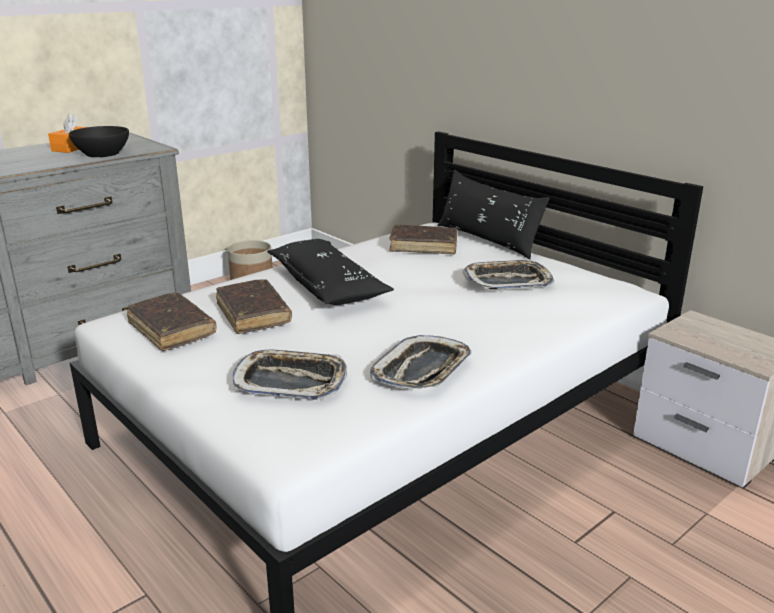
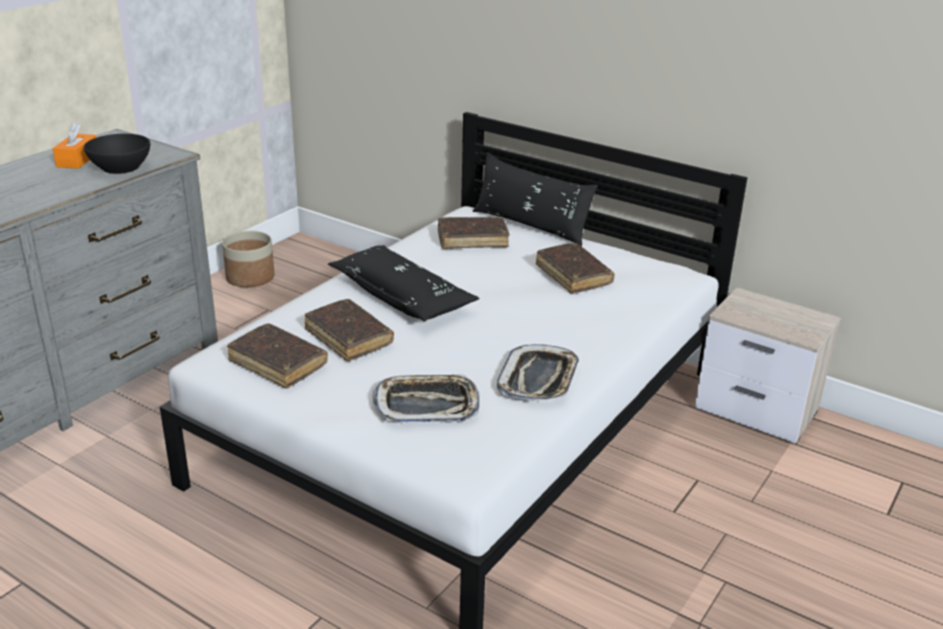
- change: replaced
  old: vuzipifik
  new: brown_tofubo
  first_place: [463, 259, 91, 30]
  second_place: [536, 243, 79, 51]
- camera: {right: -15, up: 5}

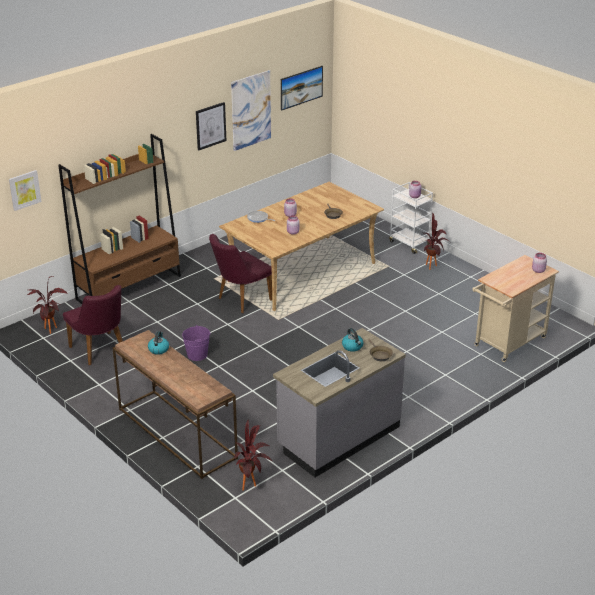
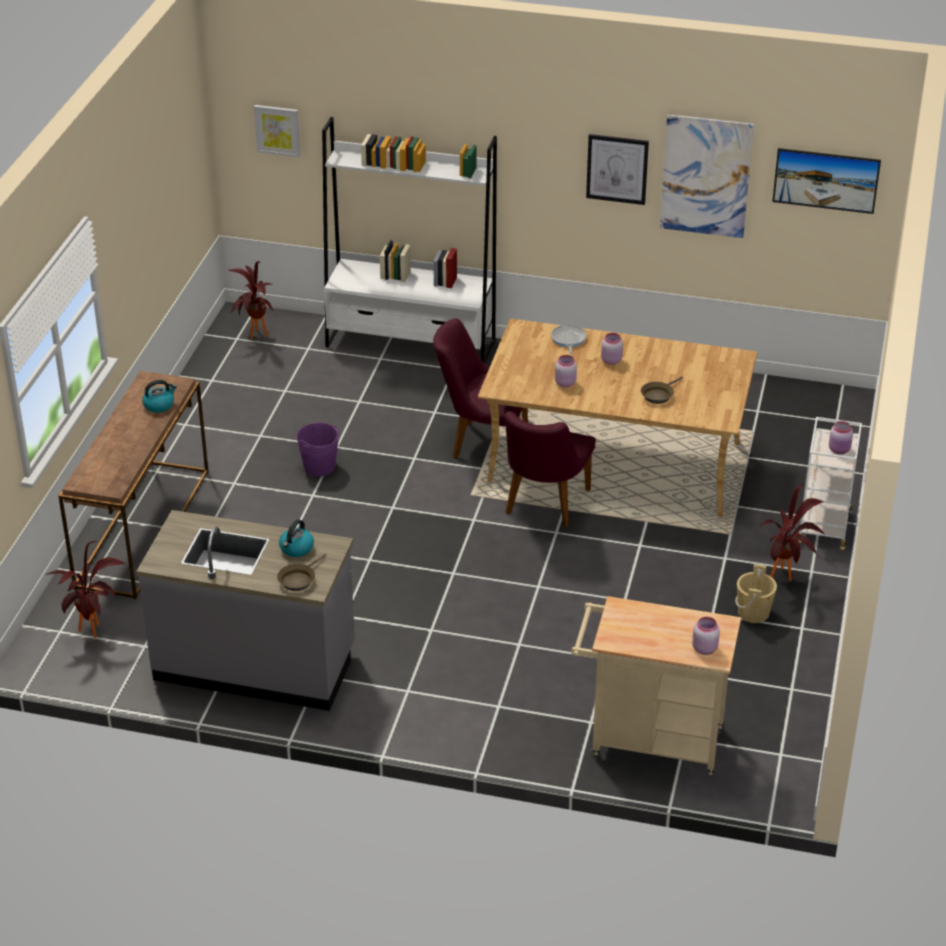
- change: recoloured
  old: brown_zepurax
  new: white_zepurax
  first_place: [58, 134, 123, 170]
  second_place: [322, 117, 175, 247]
- change: moved
  old: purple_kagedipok
  first_place: [63, 285, 60, 80]
  second_place: [505, 412, 91, 115]
- change: added
  new: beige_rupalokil
  second_place: [735, 564, 42, 59]
- camera: {right: 55, up: 5}

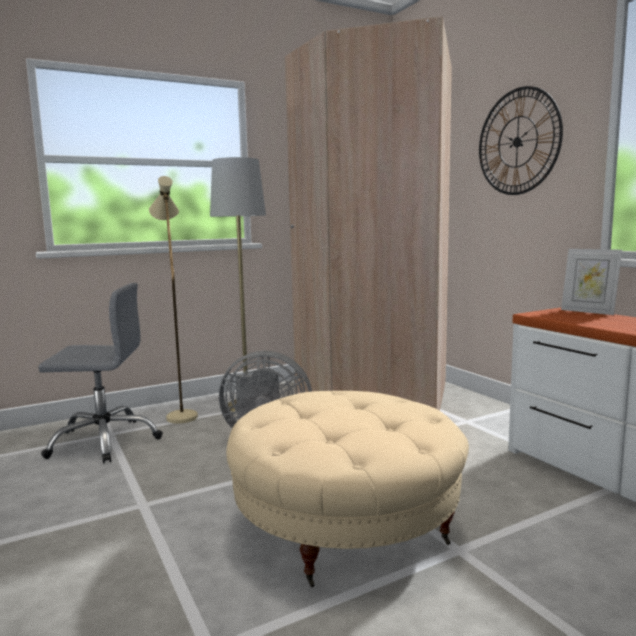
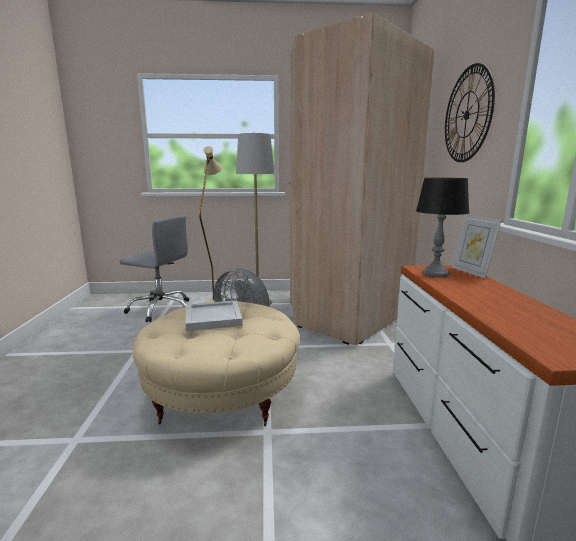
- change: added
  new: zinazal
  second_place: [416, 178, 53, 99]
- change: added
  new: white_vuzipifik
  second_place: [185, 301, 58, 30]
- camera: {right: 25, up: 5}

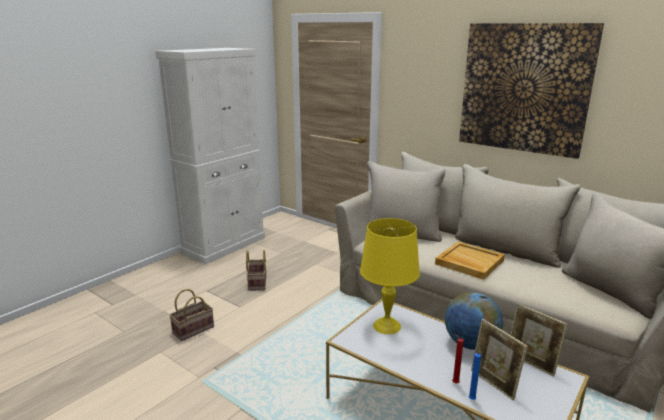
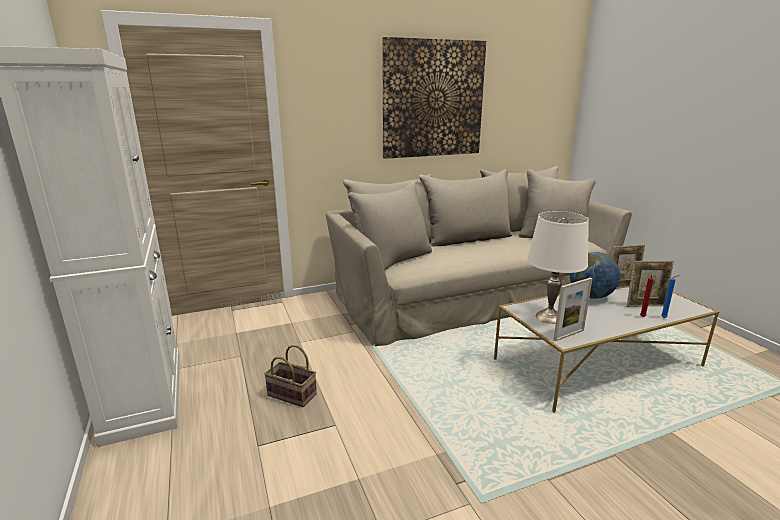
- change: recoloured
  old: yellow_zinazal
  new: white_zinazal
  first_place: [360, 218, 60, 116]
  second_place: [527, 211, 62, 113]
- change: removed
  old: beige_vuzipifik
  first_place: [435, 242, 70, 38]
- change: removed
  old: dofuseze
  first_place: [169, 289, 45, 52]
- change: added
  new: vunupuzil
  second_place: [553, 278, 40, 63]
- camera: {right: -60, up: 0}

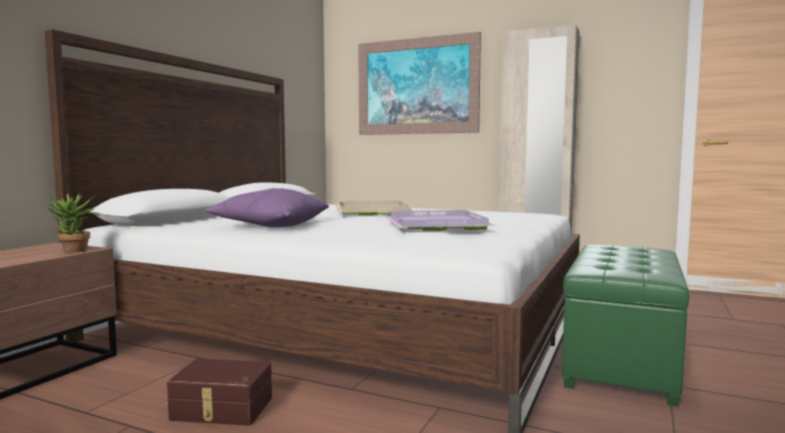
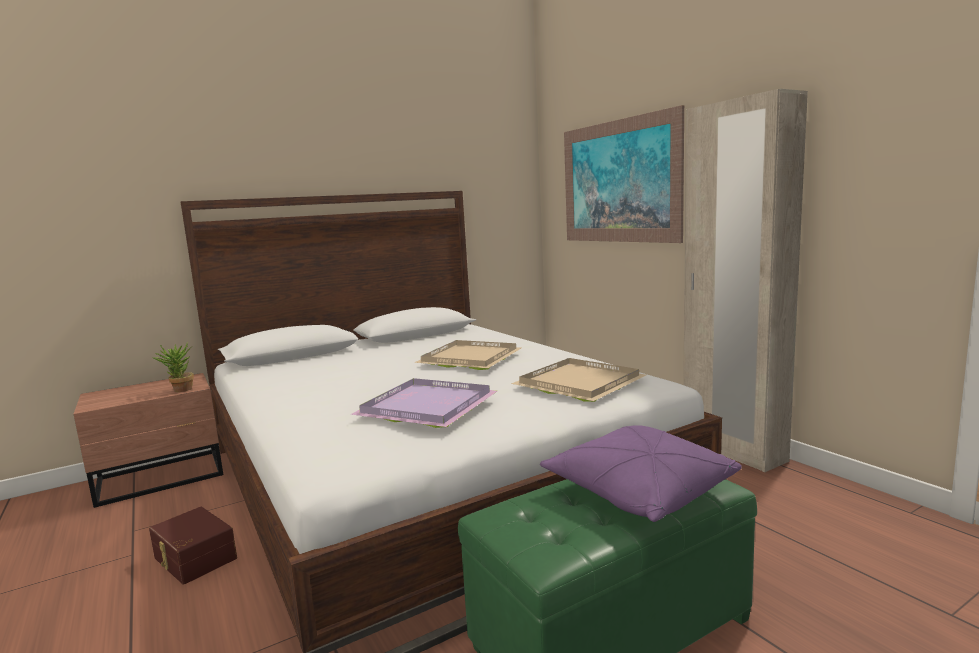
- change: moved
  old: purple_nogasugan
  first_place: [205, 188, 124, 39]
  second_place: [540, 425, 202, 97]
- change: added
  new: beige_vuzipifik
  second_place: [511, 358, 135, 44]
- camera: {right: 35, up: 5}

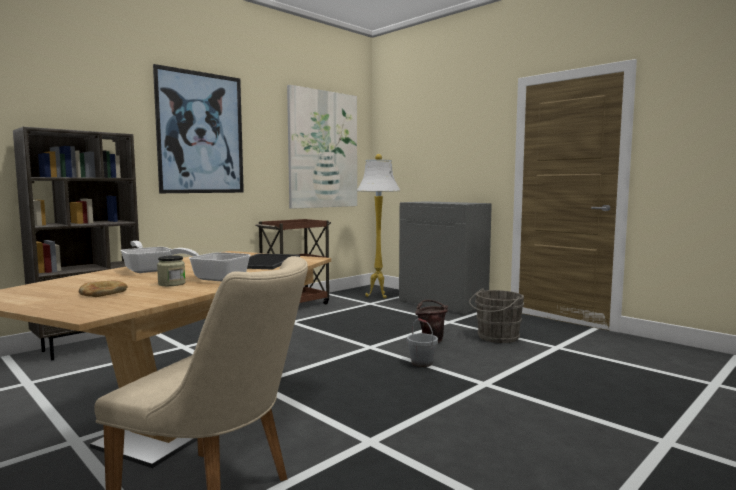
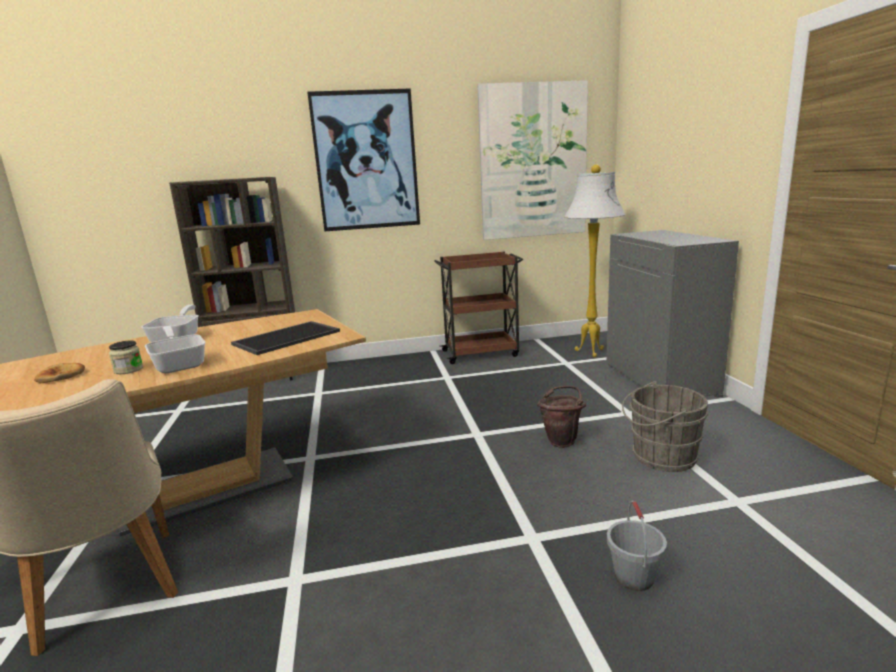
- change: moved
  old: grey_rupalokil
  first_place: [407, 318, 31, 49]
  second_place: [607, 500, 60, 91]
- camera: {right: 35, up: 10}

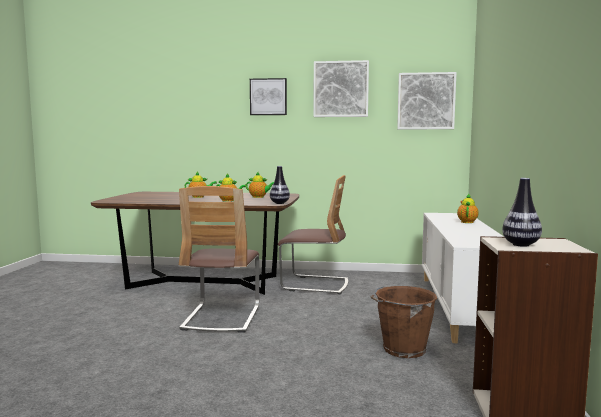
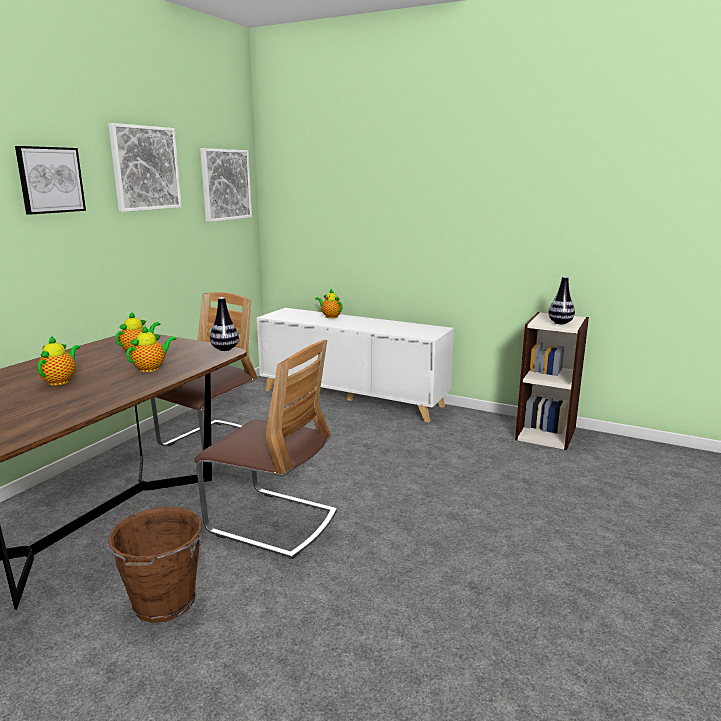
- change: moved
  old: brown_rupalokil
  first_place: [371, 286, 66, 72]
  second_place: [102, 507, 100, 116]
- camera: {right: -70, up: 10}

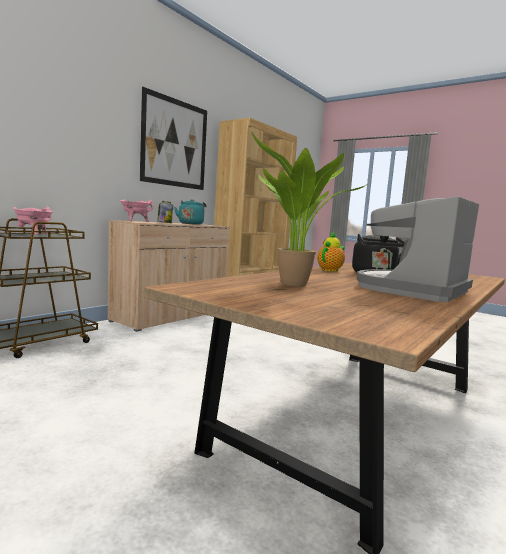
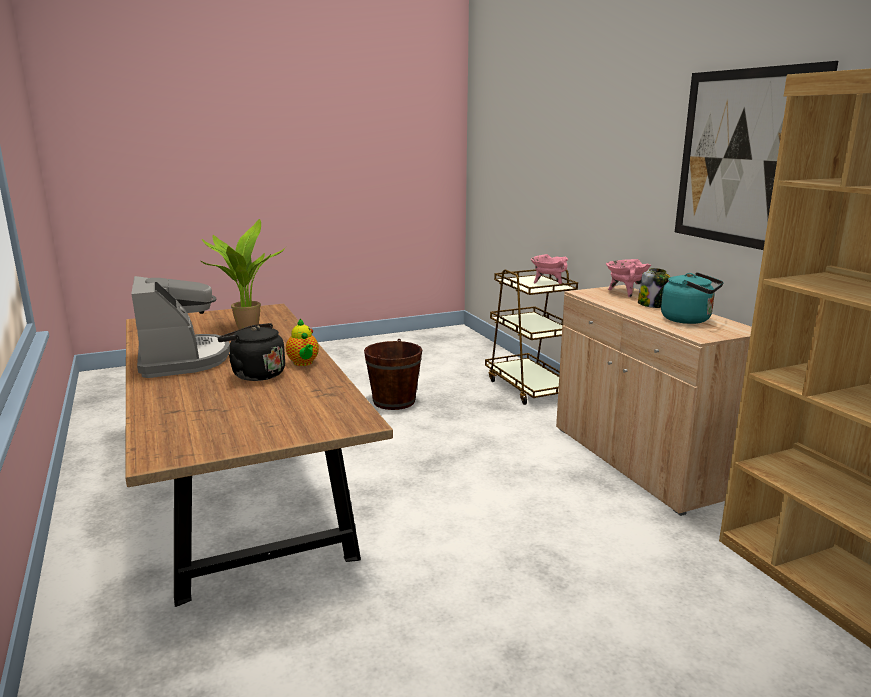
- change: added
  new: brown_rupalokil
  second_place: [364, 339, 58, 71]
- camera: {right: 120, up: 10}

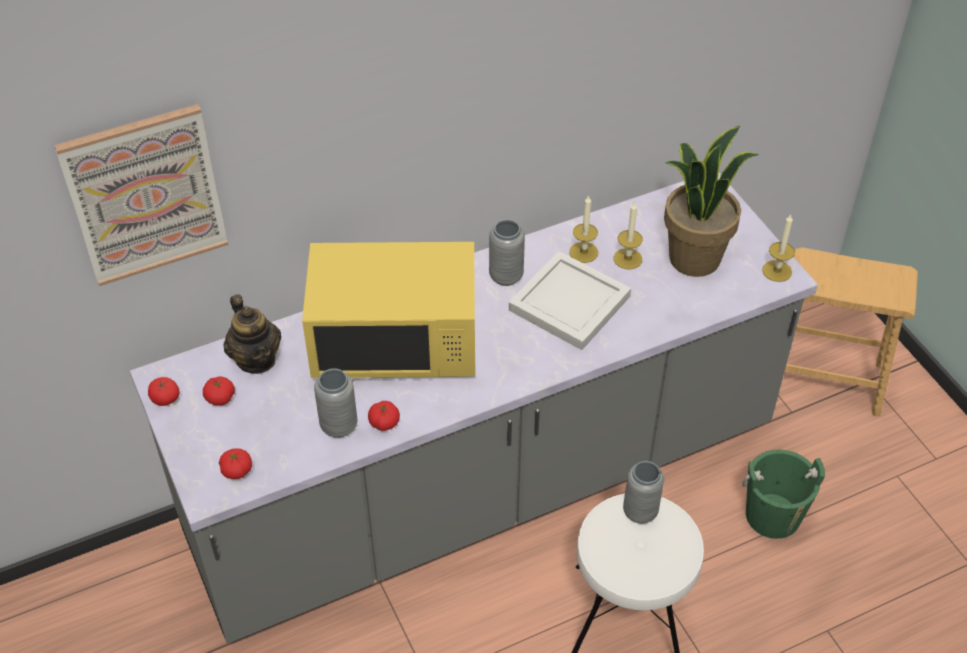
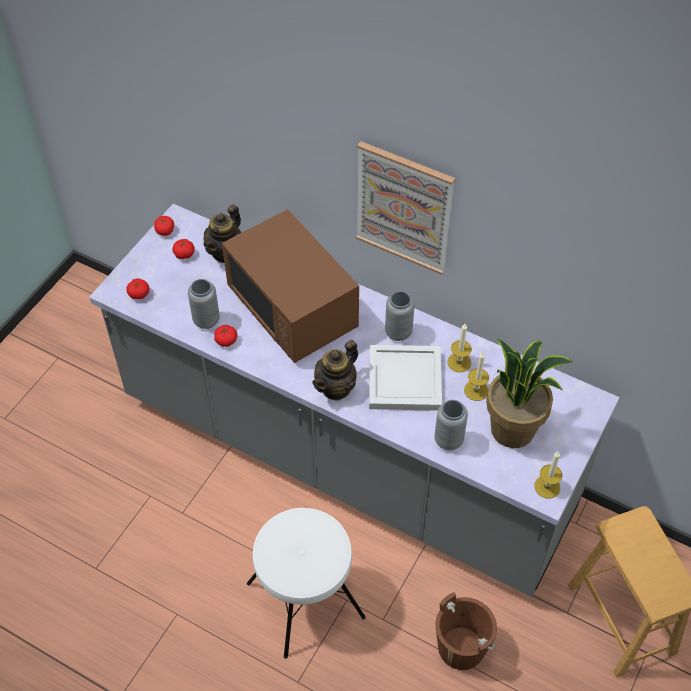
- change: moved
  old: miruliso
  first_place: [54, 104, 174, 182]
  second_place: [356, 141, 99, 134]
- change: recoloured
  old: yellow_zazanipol
  new: brown_zazanipol
  first_place: [302, 242, 173, 136]
  second_place: [222, 209, 137, 154]
- change: recoloured
  old: green_rupalokil
  new: brown_rupalokil
  first_place: [742, 450, 83, 89]
  second_place: [435, 592, 62, 78]
- change: moved
  old: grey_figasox
  first_place: [623, 461, 41, 63]
  second_place: [434, 400, 34, 50]
- change: added
  new: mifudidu
  second_place: [312, 340, 46, 61]
- camera: {right: 55, up: 5}

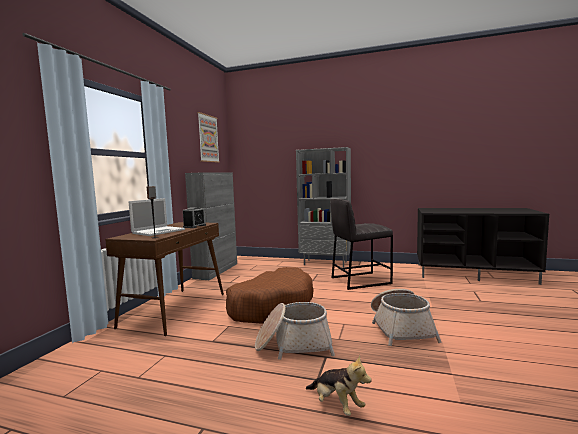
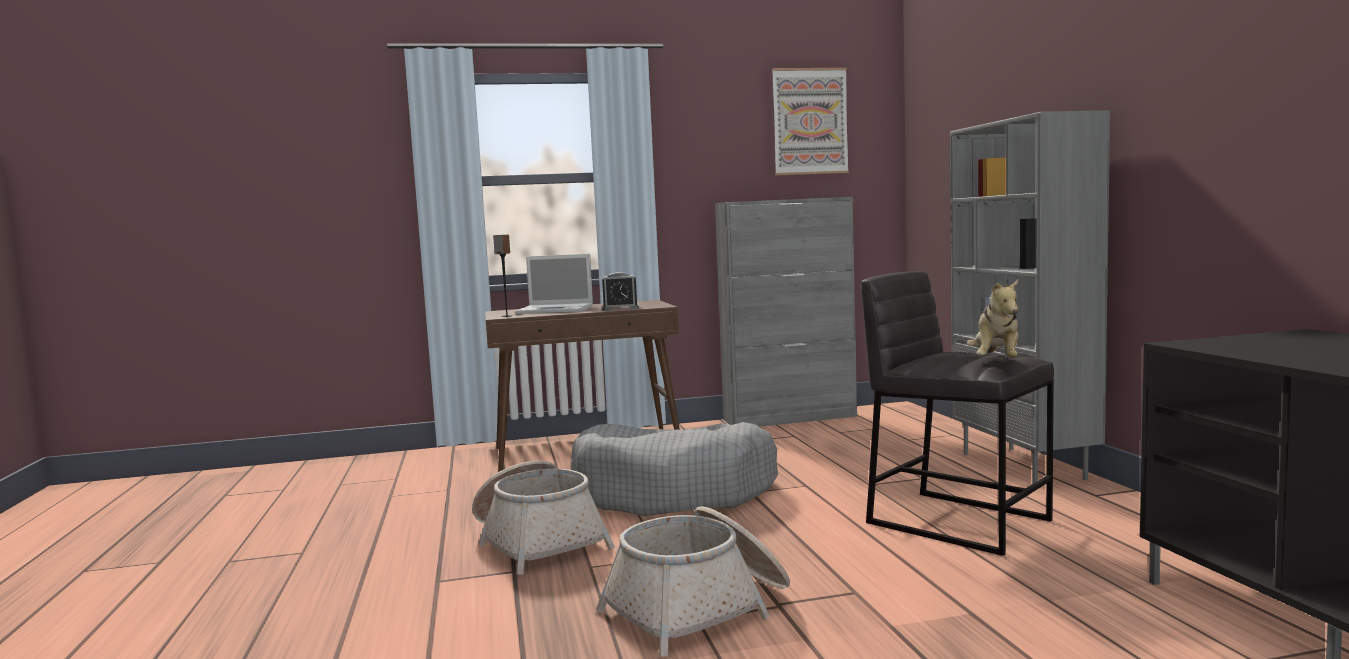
- change: recoloured
  old: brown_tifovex
  new: grey_tifovex
  first_place: [226, 267, 88, 57]
  second_place: [571, 422, 207, 94]
- change: moved
  old: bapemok
  first_place: [306, 355, 66, 61]
  second_place: [967, 279, 52, 78]
- camera: {right: 60, up: 0}

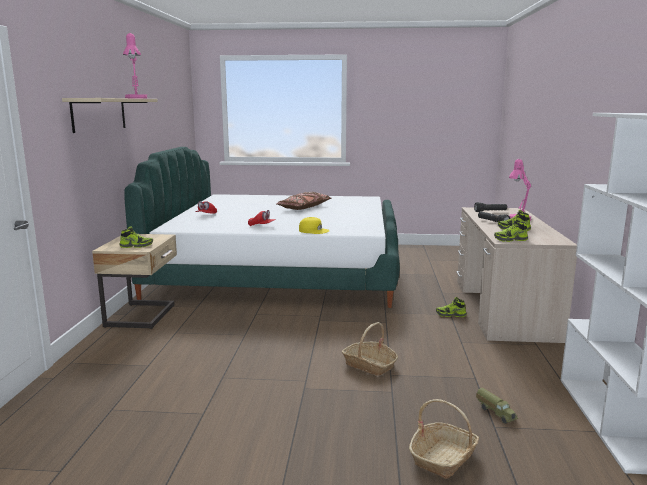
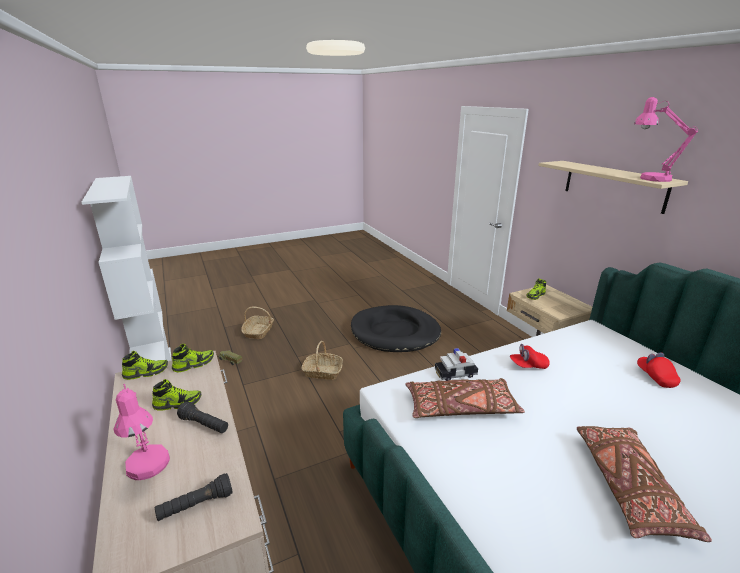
- change: replaced
  old: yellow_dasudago
  new: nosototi
  first_place: [299, 217, 31, 17]
  second_place: [435, 348, 43, 33]
- change: moved
  old: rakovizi
  first_place: [436, 297, 31, 20]
  second_place: [122, 351, 46, 29]
- change: added
  new: black_tifovex
  second_place: [351, 305, 90, 47]
- change: added
  new: brown_nogasugan
  second_place: [405, 378, 120, 40]
- camera: {right: 150, up: 10}

